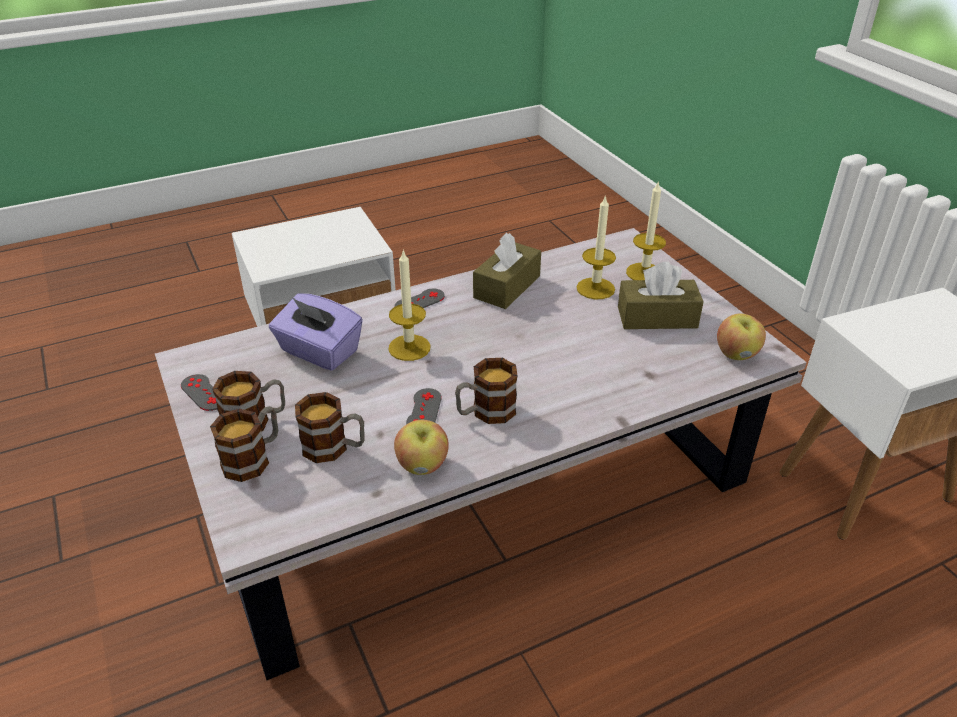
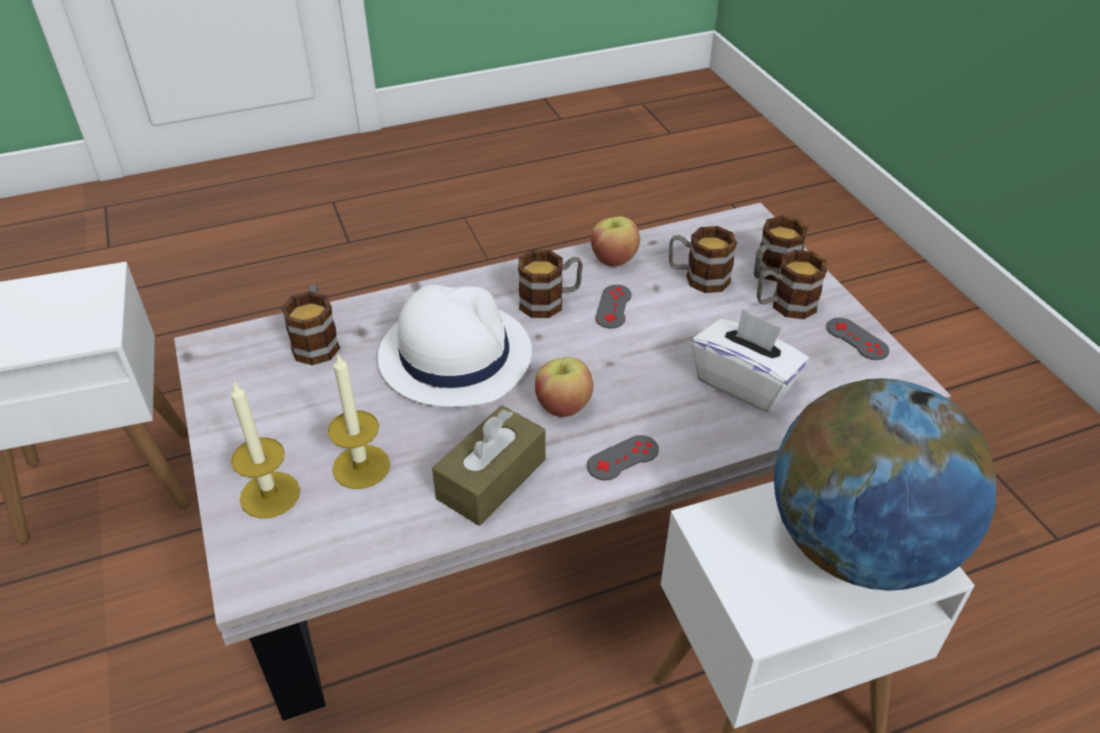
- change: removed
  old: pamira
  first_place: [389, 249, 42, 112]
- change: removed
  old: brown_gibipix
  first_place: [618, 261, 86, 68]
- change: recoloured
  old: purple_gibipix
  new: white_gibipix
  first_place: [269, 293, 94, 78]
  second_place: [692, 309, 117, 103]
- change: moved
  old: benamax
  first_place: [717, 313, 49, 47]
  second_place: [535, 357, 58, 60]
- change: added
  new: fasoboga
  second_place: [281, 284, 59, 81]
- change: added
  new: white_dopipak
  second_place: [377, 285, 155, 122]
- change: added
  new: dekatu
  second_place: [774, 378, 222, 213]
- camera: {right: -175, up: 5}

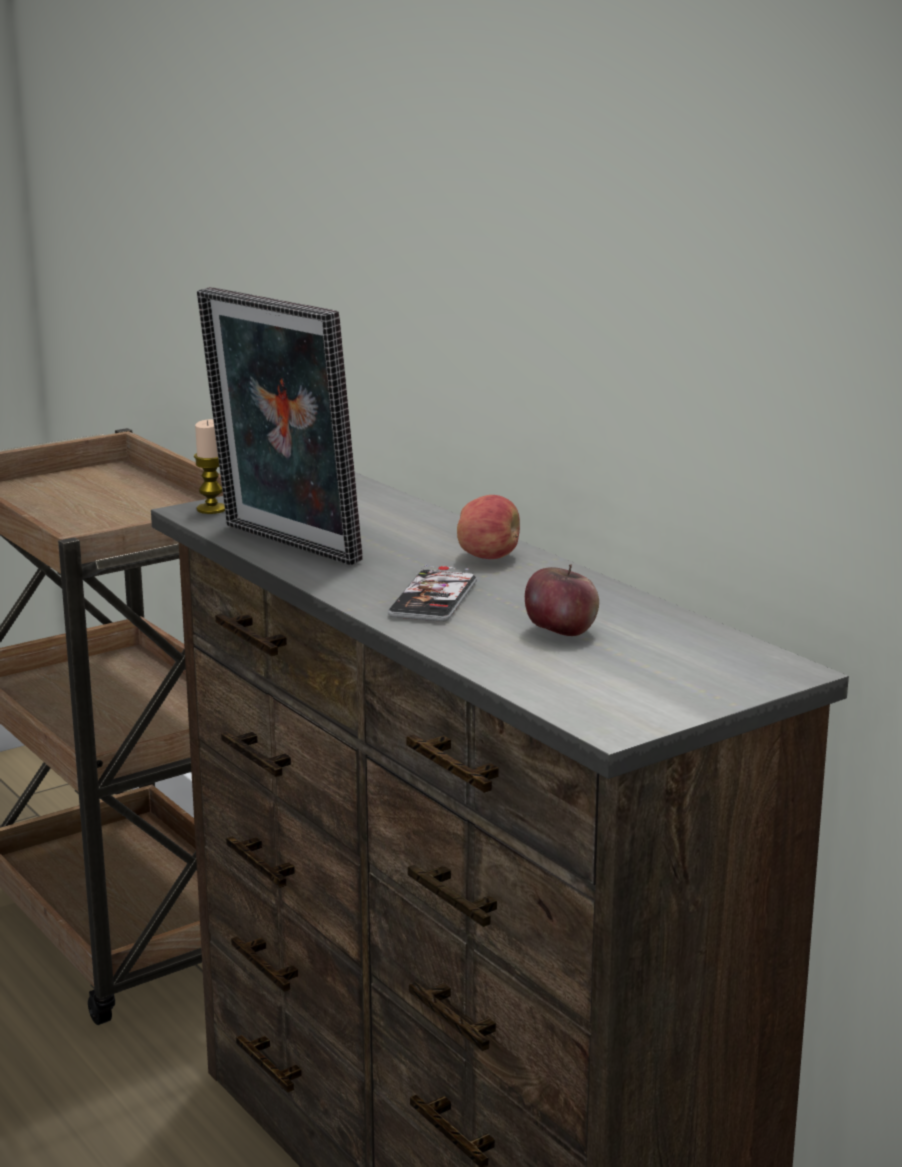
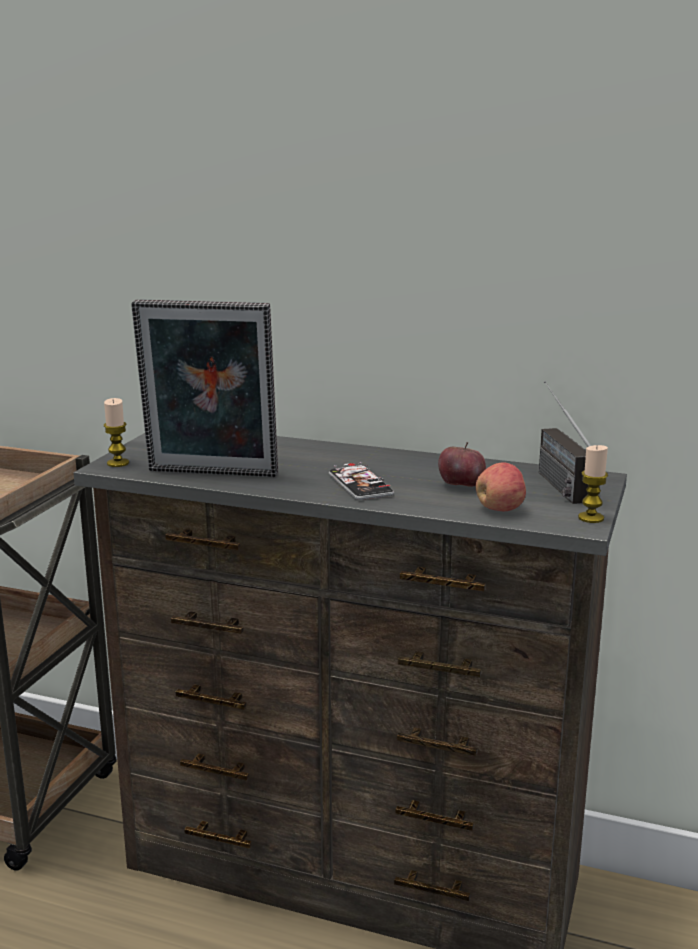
- change: moved
  old: benamax
  first_place: [457, 495, 63, 64]
  second_place: [476, 463, 50, 48]
- change: added
  new: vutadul
  second_place: [539, 381, 52, 123]
- change: added
  new: pamira
  second_place: [578, 445, 30, 78]
- camera: {right: -35, up: 0}

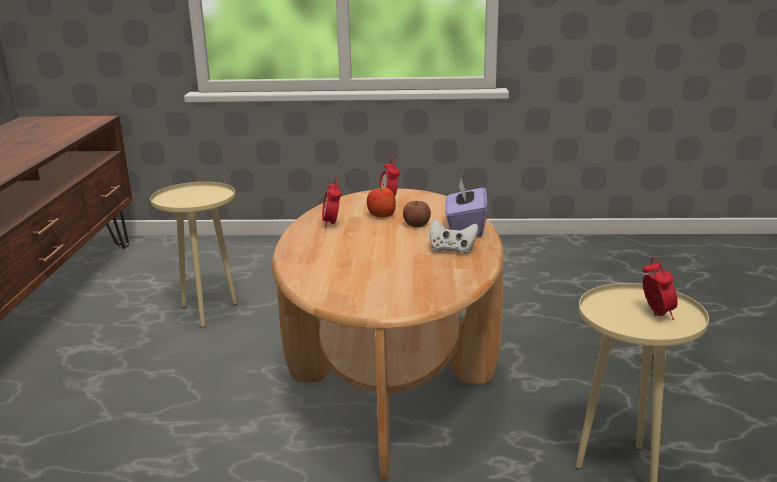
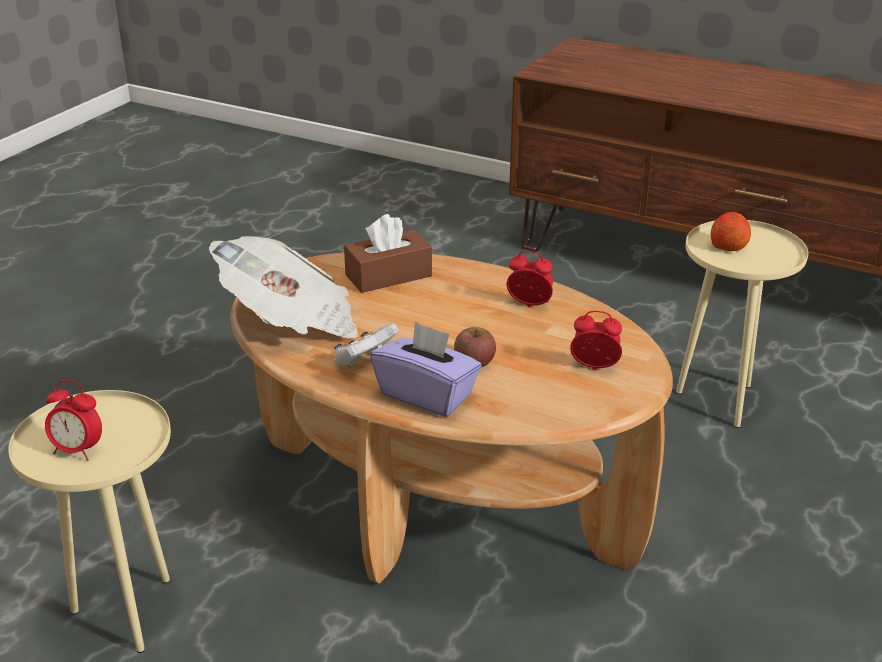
- change: moved
  old: benamax
  first_place: [367, 186, 29, 31]
  second_place: [711, 211, 40, 40]
- change: added
  new: brown_gibipix
  second_place: [344, 214, 88, 79]
- change: added
  new: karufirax
  second_place: [209, 236, 150, 102]
- camera: {right: 115, up: 10}

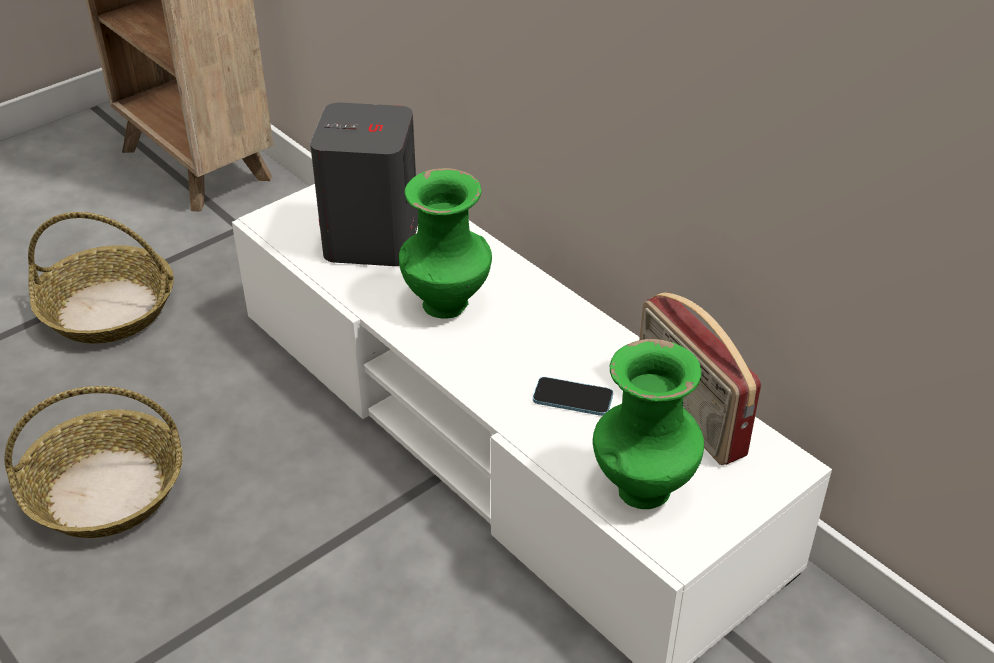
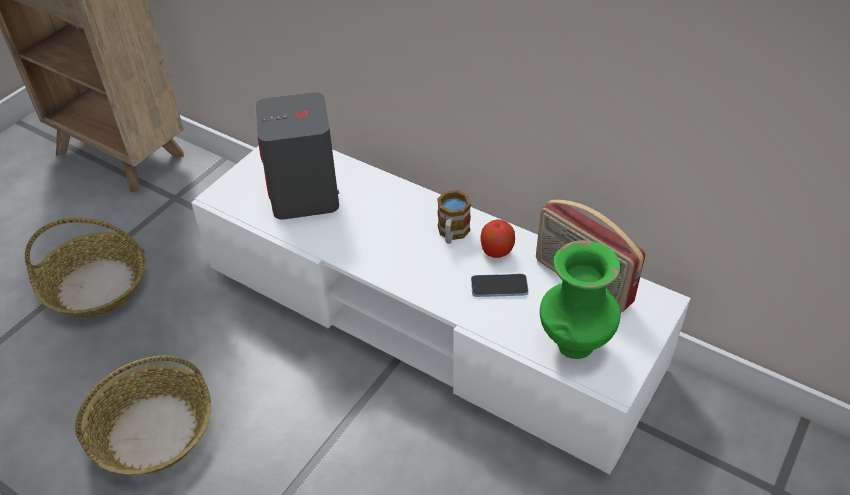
- change: removed
  old: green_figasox
  first_place: [399, 168, 93, 151]
- change: added
  new: fasoboga
  second_place: [437, 190, 34, 54]
- change: added
  new: benamax
  second_place: [480, 219, 35, 39]
- camera: {right: -15, up: 5}

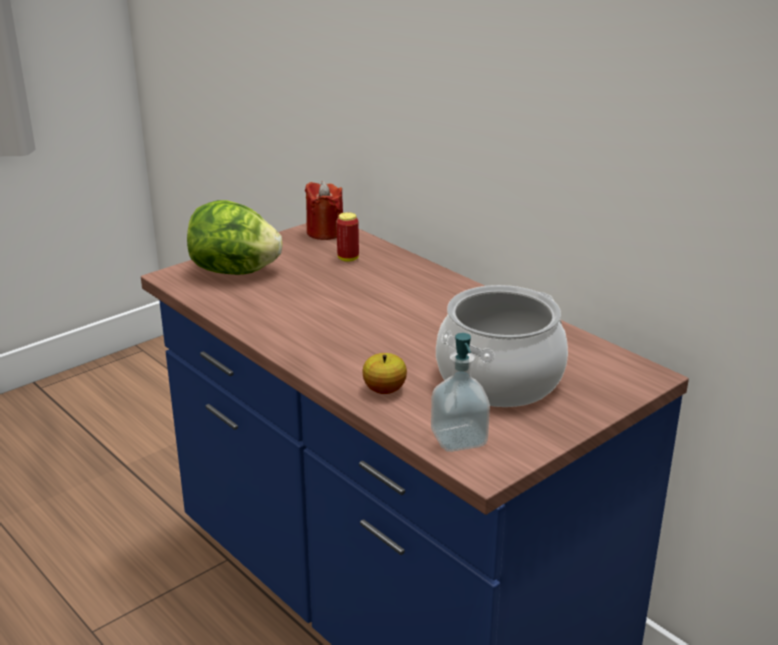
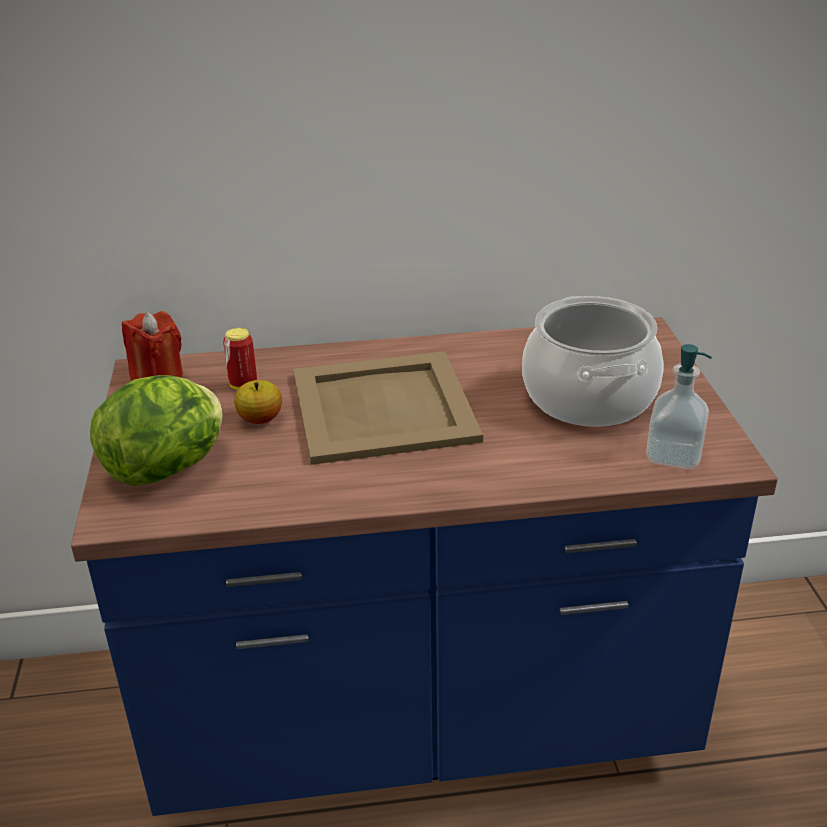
- change: moved
  old: benamax
  first_place: [362, 353, 45, 41]
  second_place: [234, 380, 48, 44]
- change: added
  new: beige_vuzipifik
  second_place: [293, 351, 190, 114]
- camera: {right: -55, up: 5}

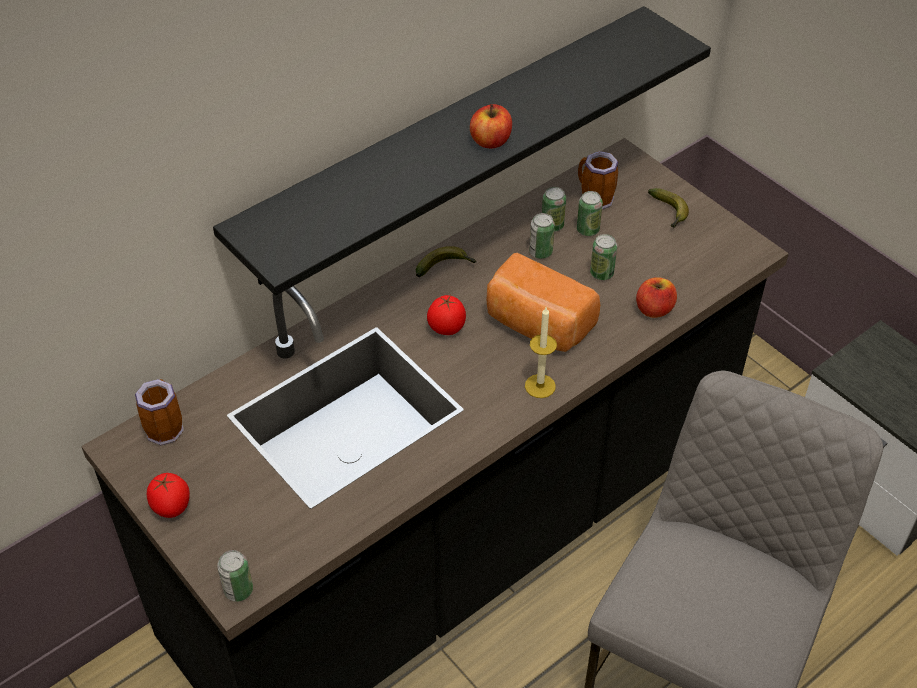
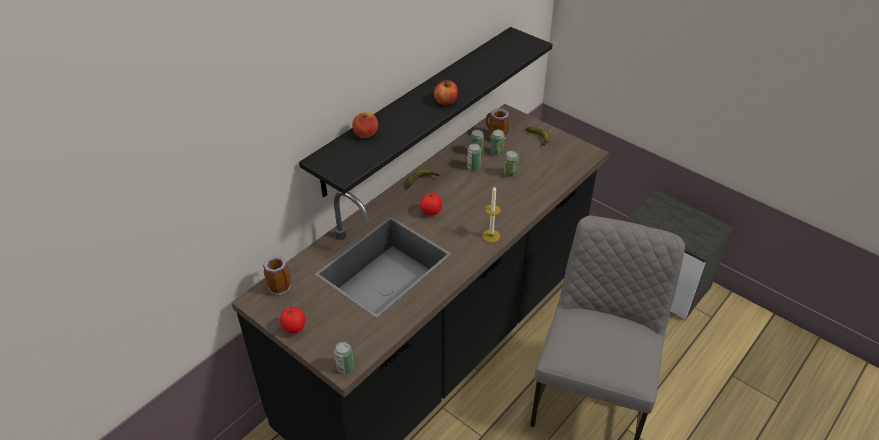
- change: removed
  old: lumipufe
  first_place: [486, 253, 114, 99]
- change: moved
  old: benamax
  first_place: [636, 277, 41, 41]
  second_place: [352, 112, 26, 26]
- camera: {right: -10, up: -5}

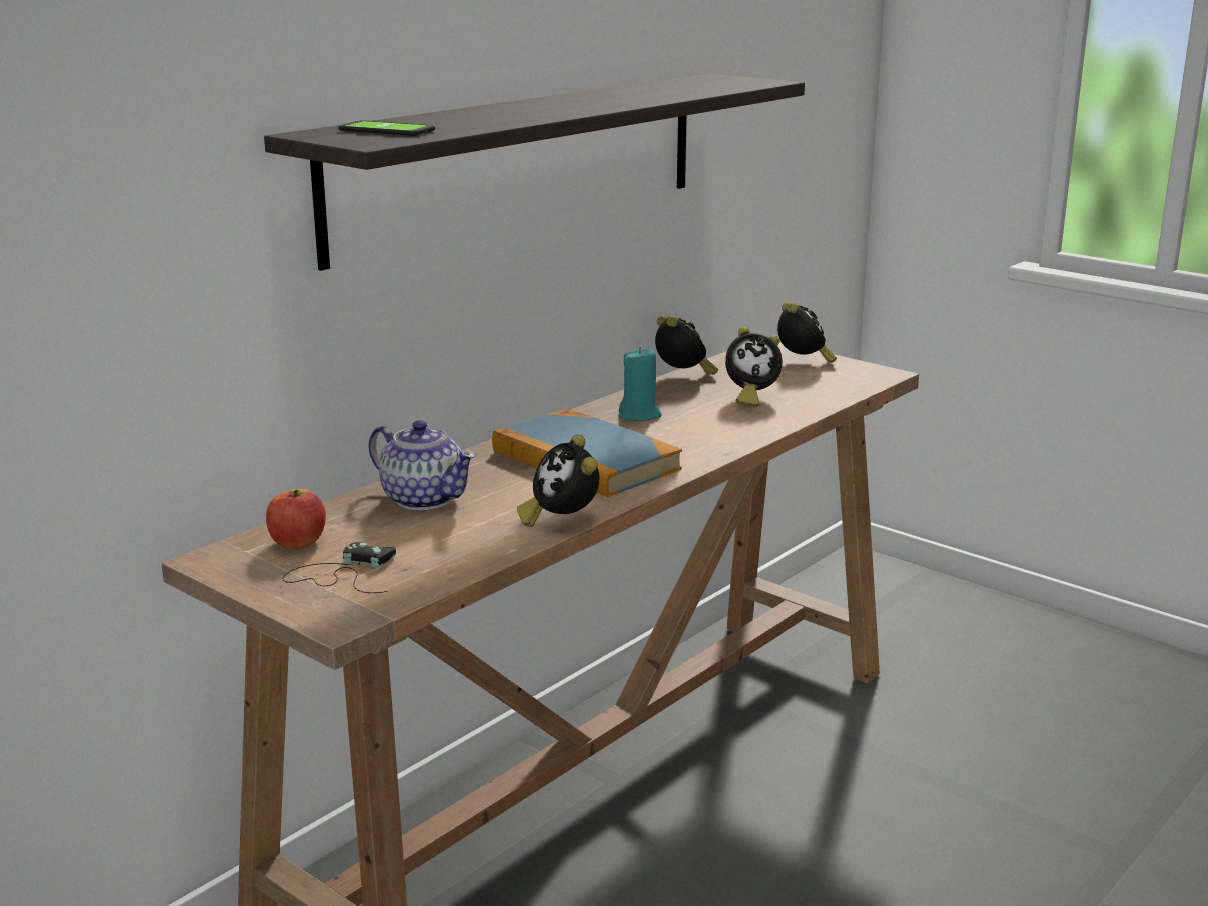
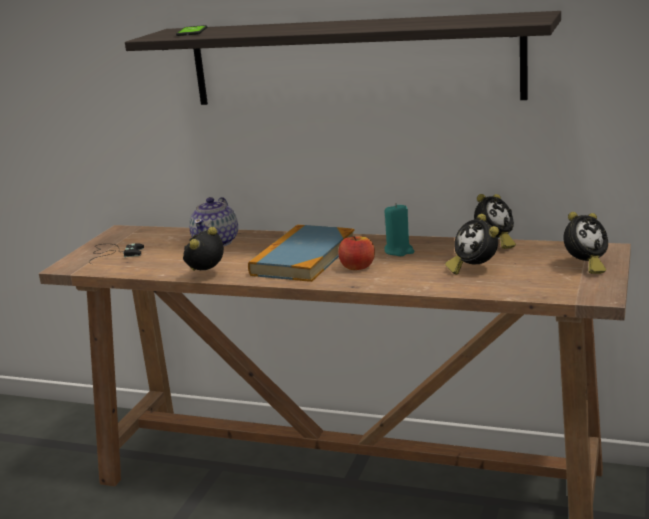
- change: moved
  old: benamax
  first_place: [266, 489, 60, 60]
  second_place: [338, 236, 37, 34]
- camera: {right: 70, up: 0}

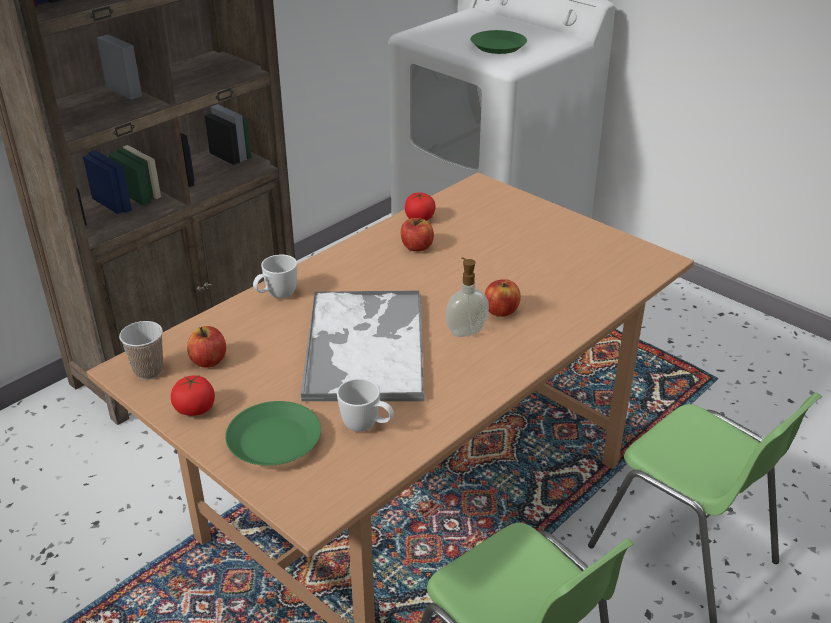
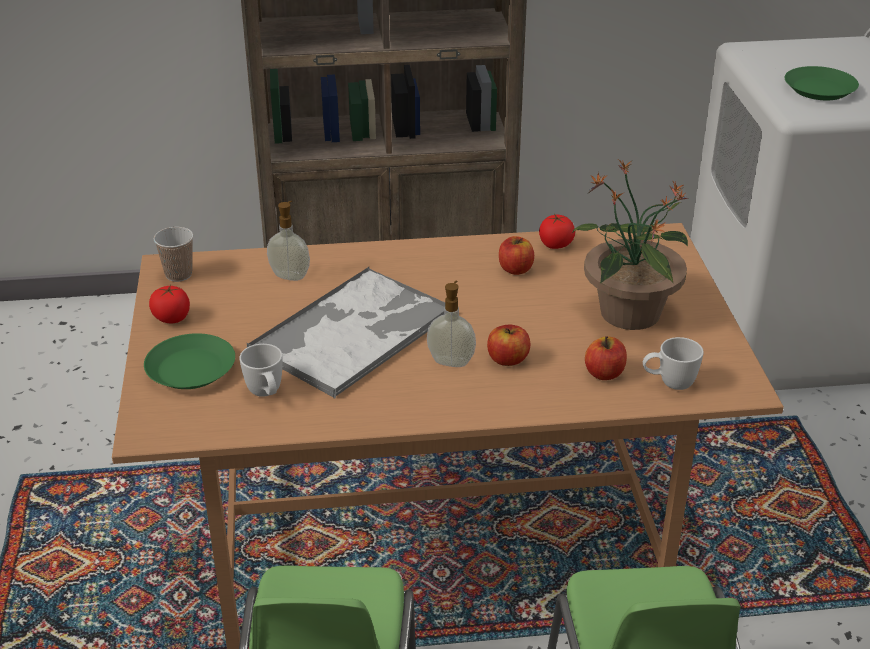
- change: moved
  old: white_fasoboga
  first_place: [253, 255, 44, 43]
  second_place: [643, 337, 61, 53]
- change: moved
  old: benamax
  first_place: [187, 326, 39, 42]
  second_place: [585, 336, 42, 44]
- change: added
  new: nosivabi
  second_place: [572, 159, 116, 171]
- change: added
  new: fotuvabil
  second_place: [267, 201, 43, 80]
- camera: {right: 40, up: 0}

